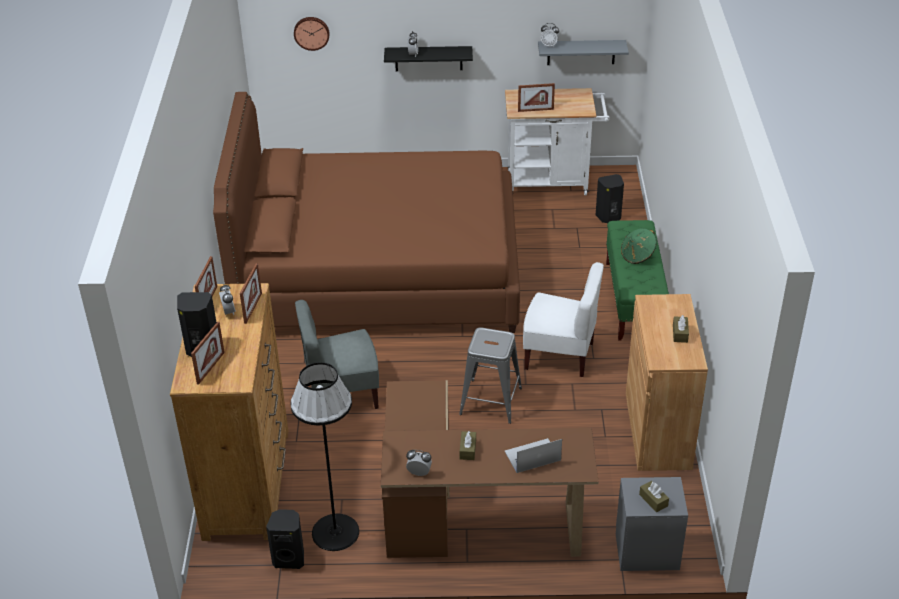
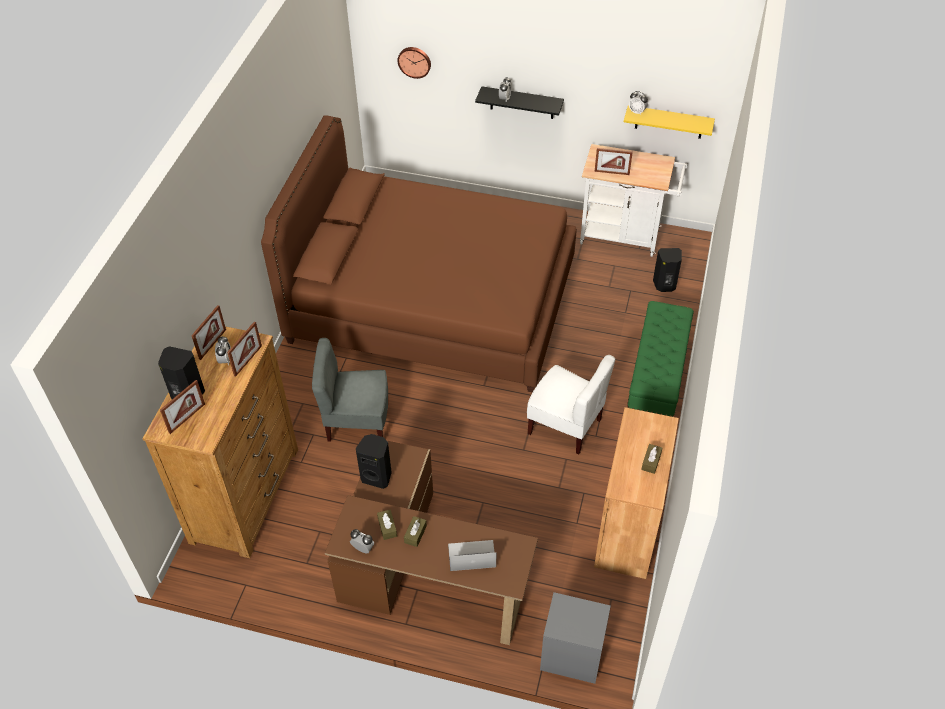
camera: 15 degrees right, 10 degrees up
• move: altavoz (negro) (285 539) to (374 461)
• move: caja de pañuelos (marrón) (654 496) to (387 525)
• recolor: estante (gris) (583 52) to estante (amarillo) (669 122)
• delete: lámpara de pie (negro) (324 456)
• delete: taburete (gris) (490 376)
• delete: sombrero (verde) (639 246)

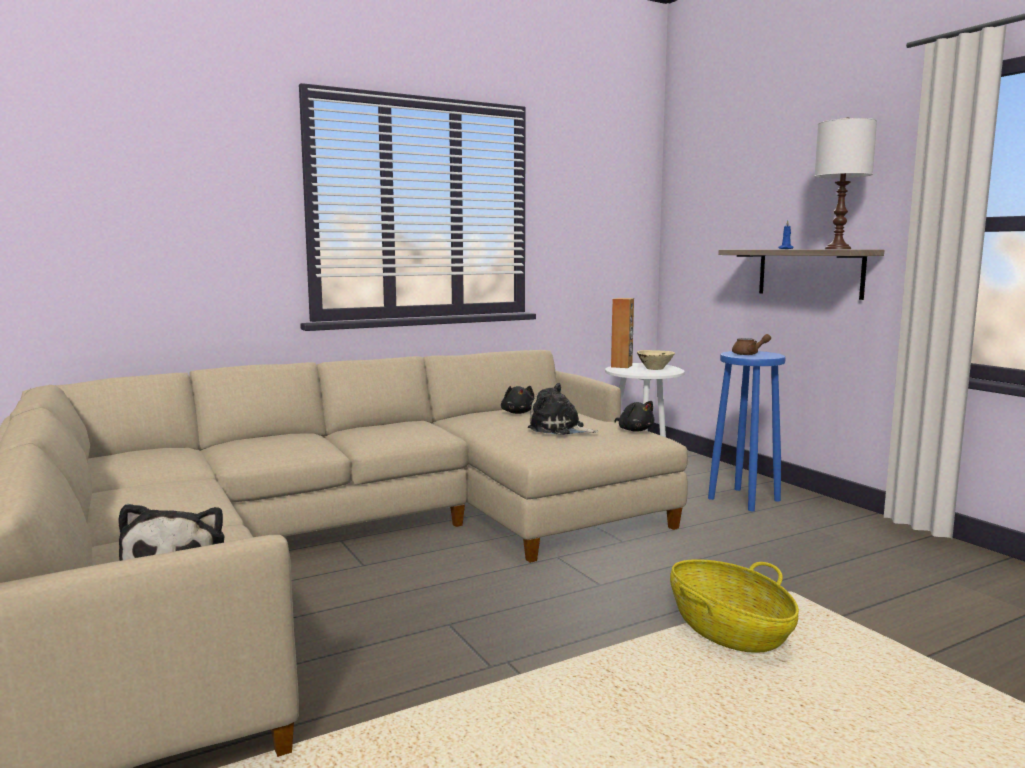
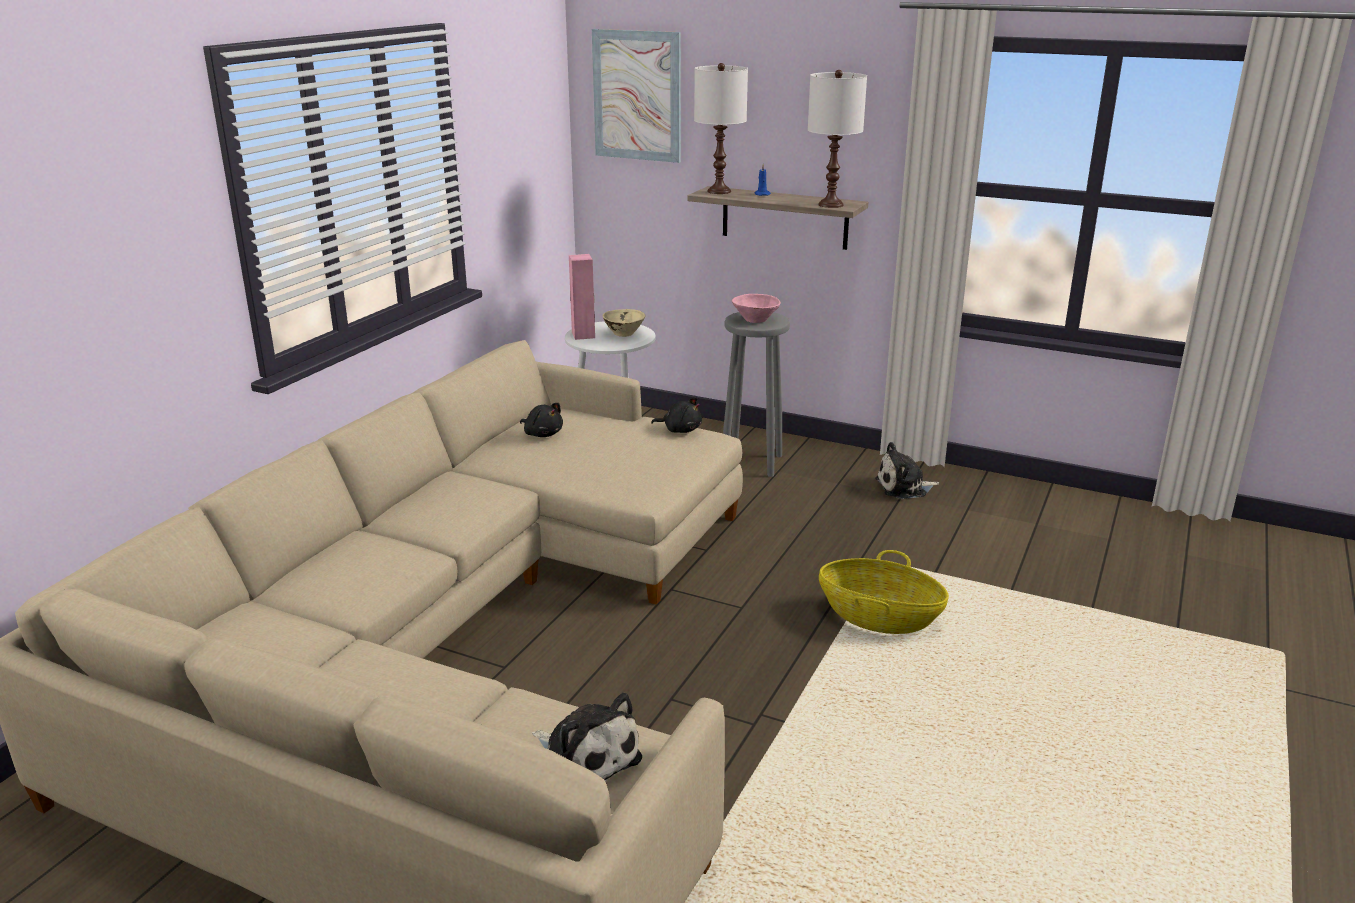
camera: 35 degrees left, 15 degrees up
• recolor: altavoz (marrón) (622 333) to altavoz (rosa) (582 297)
• insert: cuadro (636 96)
• insert: lámpara de mesa (blanco) (721 128)
• recolor: taburete (azul) (747 431) to taburete (gris) (756 394)
• replace: tetera (marrón) (751 344) to cuenco (rosa) (756 308)
• move: peluche (563 409) to (907 470)

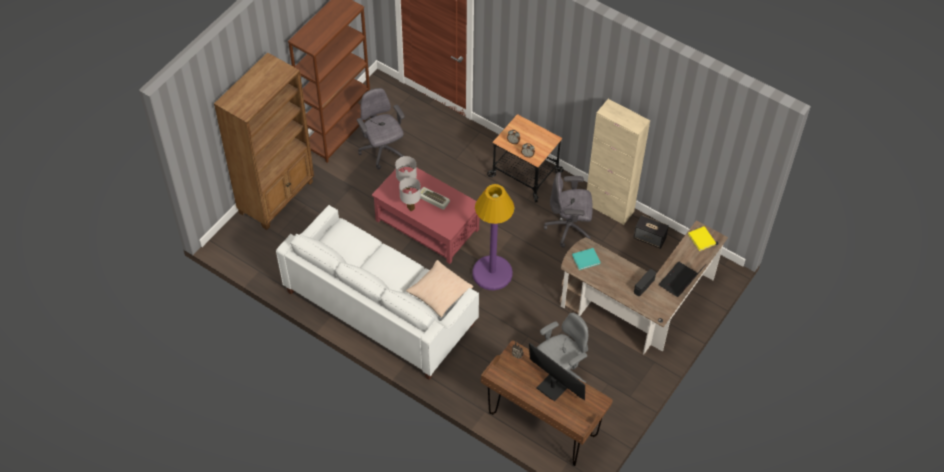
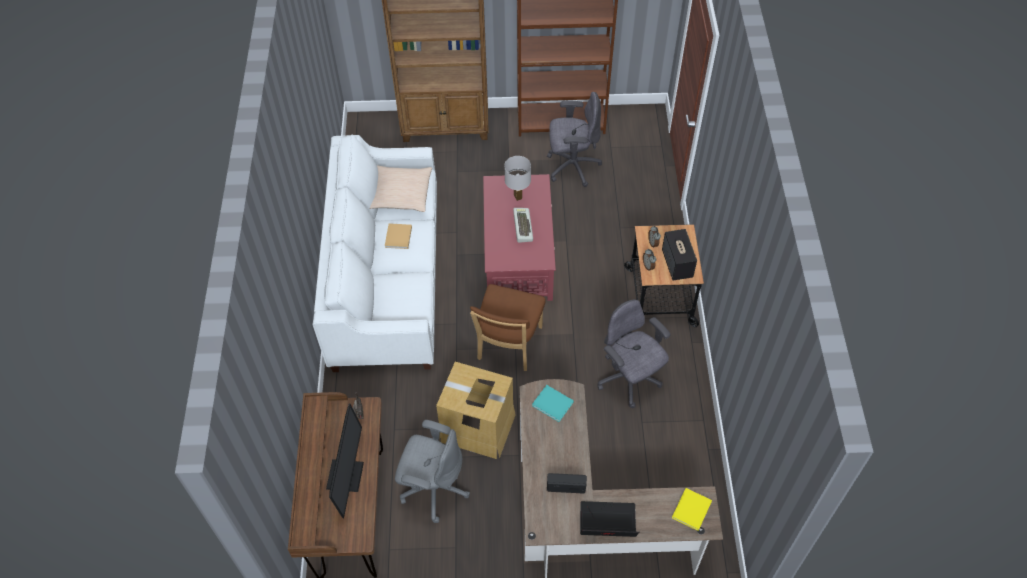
camera: 55 degrees right, 0 degrees up
• move: cojín (beis) (440 289) to (400 189)
• insert: libro (beis) (398 236)
• insert: caja de cartón (476 410)
• replace: lámpara de pie (morado) (493 237) to silla (marrón) (507 327)
• rotate: silla de oficina (gris) (381 128) = (574 139) 60 degrees clockwise
• move: altavoz (651 232) to (679 255)
• delete: lámpara de mesa (blanco) (410 194)
• delete: armario (beis) (618 162)

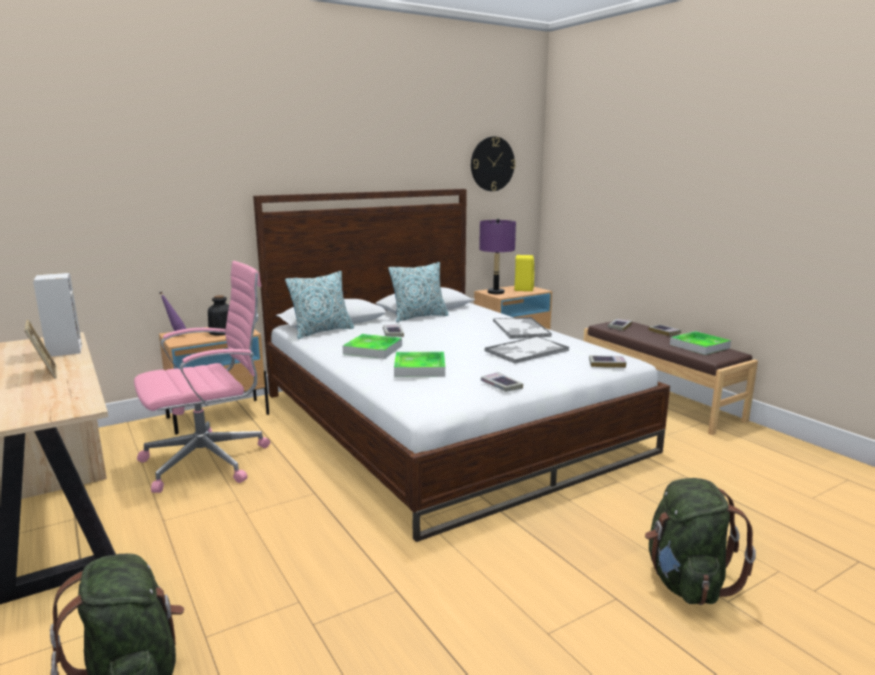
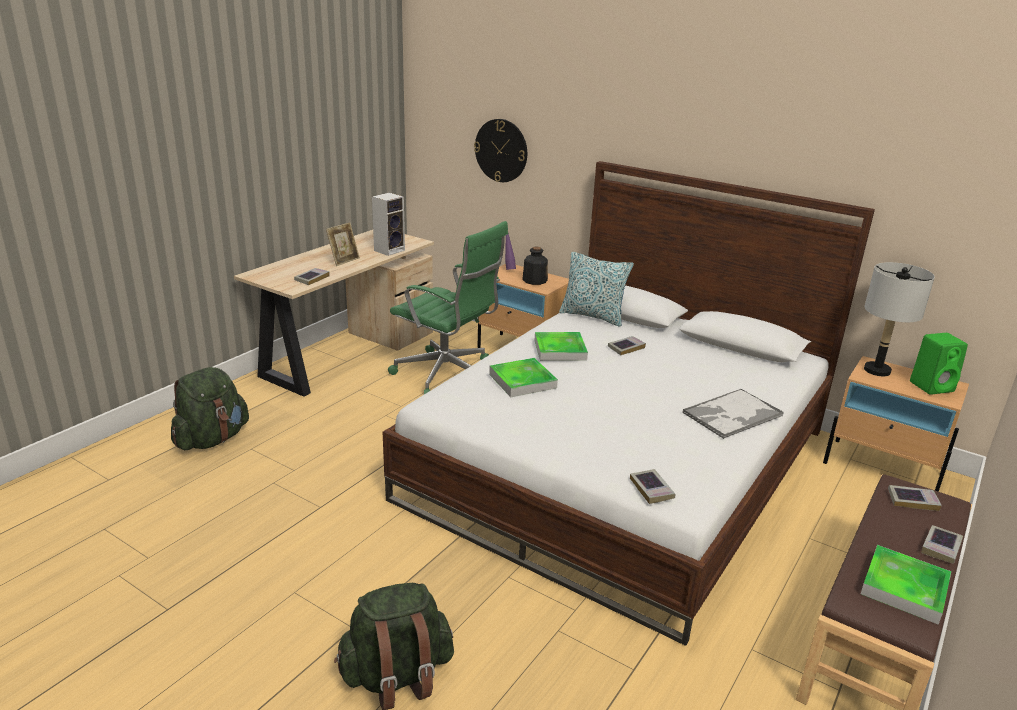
camera: 65 degrees right, 10 degrees up
• move: libro (502 382) to (311 276)
• recolor: silla de oficina (rosa) (202 377) to silla de oficina (verde) (448 307)
• move: reloj de pared (493 163) to (500 150)
• recolor: lámpara de mesa (morado) (497 256) to lámpara de mesa (gris) (899 319)
• recolor: altavoz (amarillo) (524 273) to altavoz (verde) (939 364)
• delete: cojín (418 292)
• delete: bandeja (527 349)

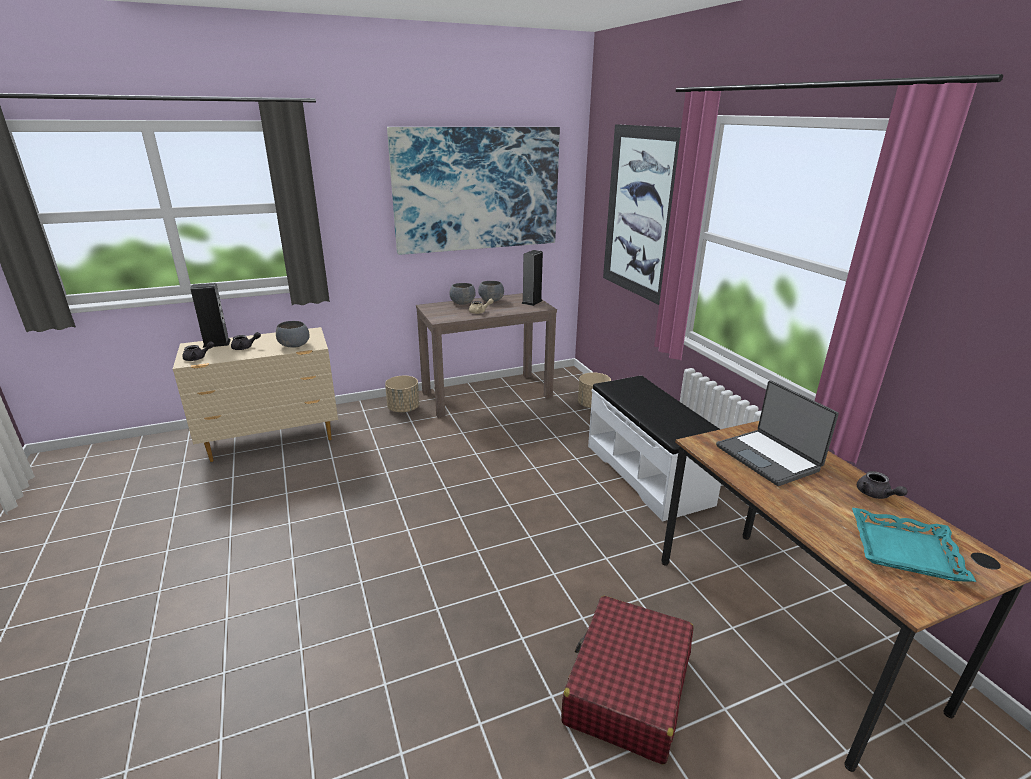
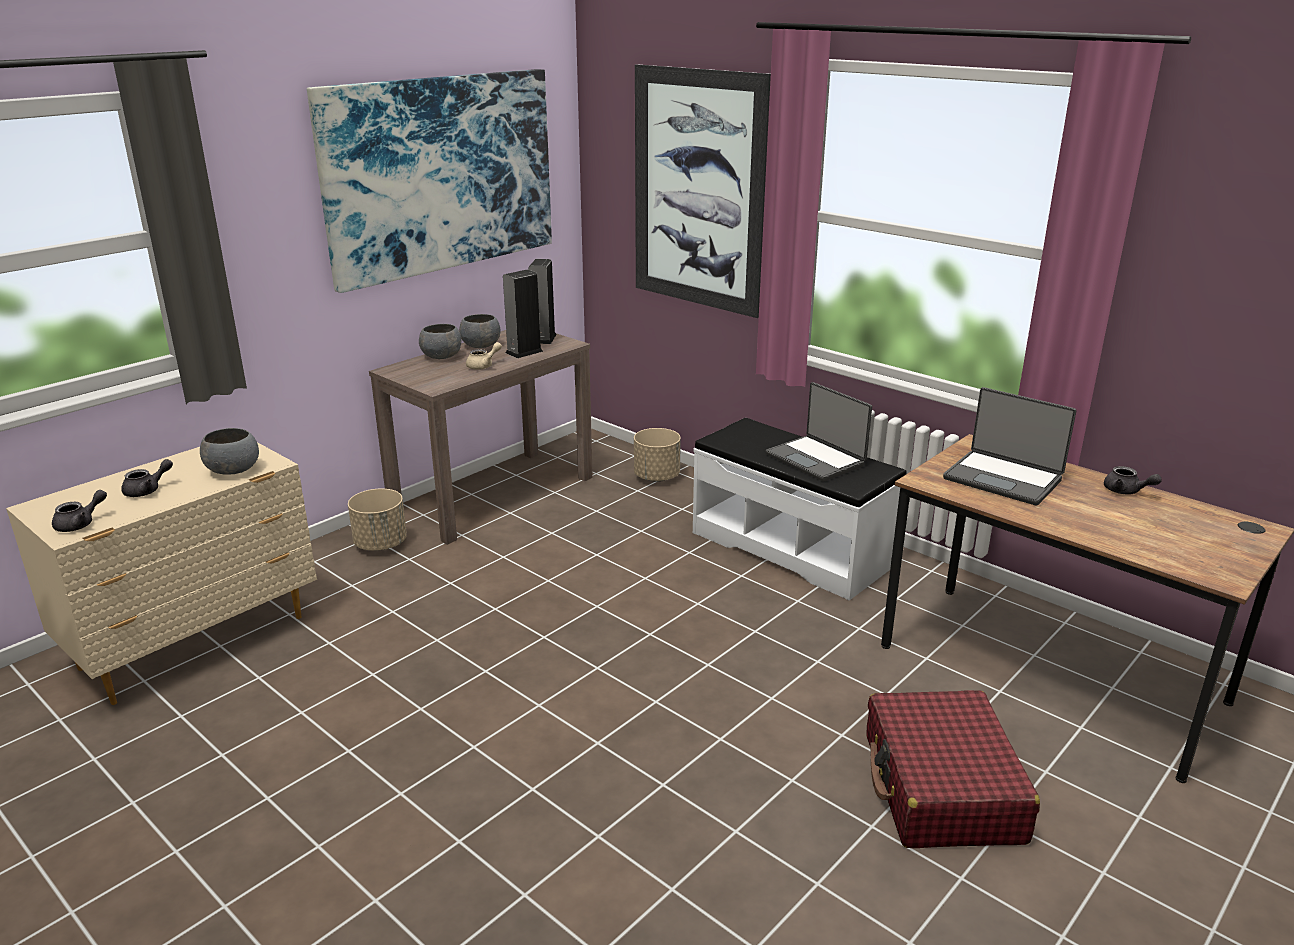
camera: 25 degrees left, 0 degrees up
• move: altavoz (210 315) to (523 313)
• insert: portátil (819 432)
• delete: bandeja (turquesa) (914 545)

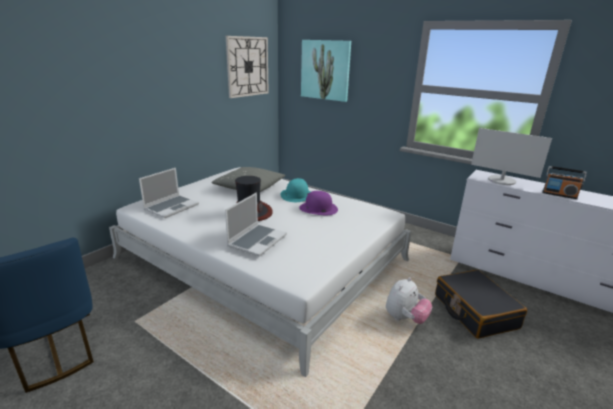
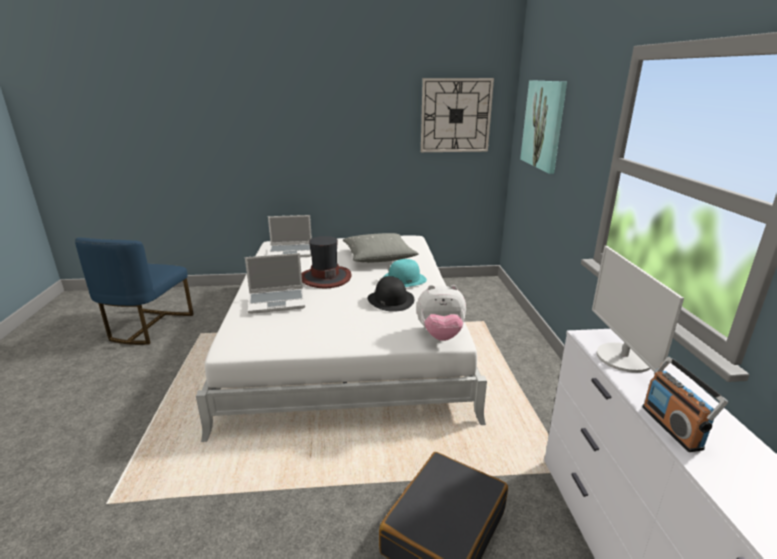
camera: 50 degrees right, 0 degrees up
• recolor: sombrero (morado) (318 203) to sombrero (negro) (390 294)
• move: peluche (409 300) to (441 313)

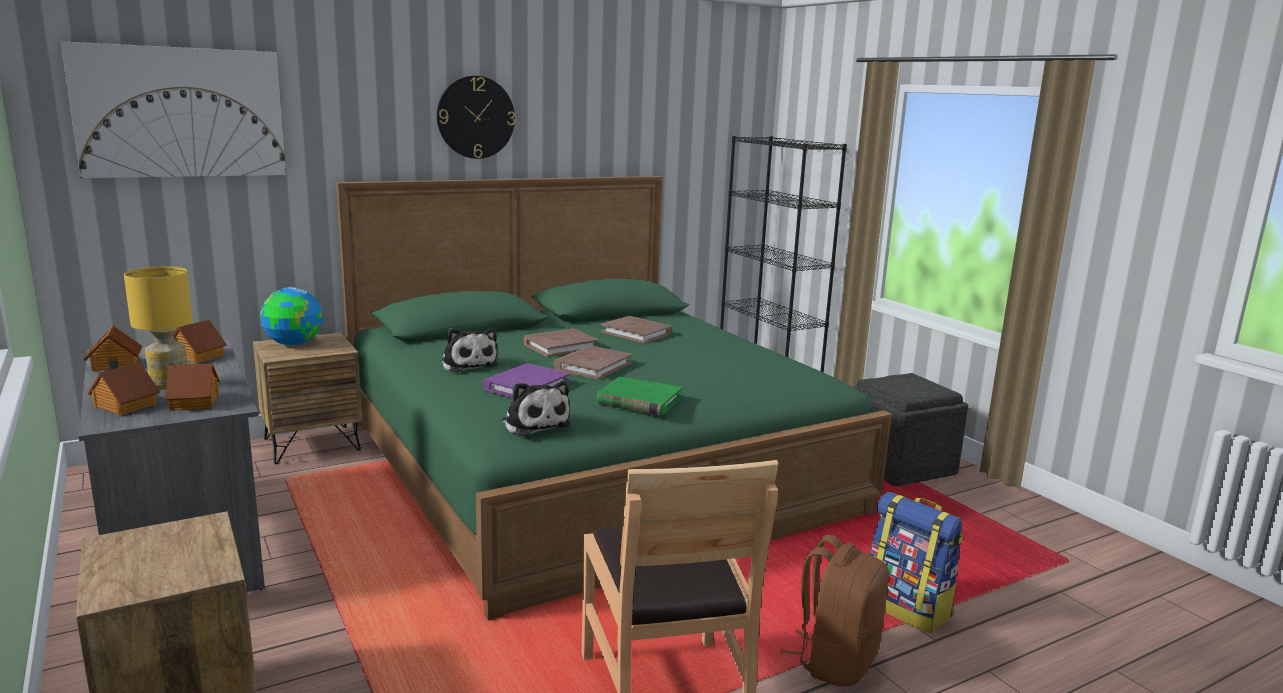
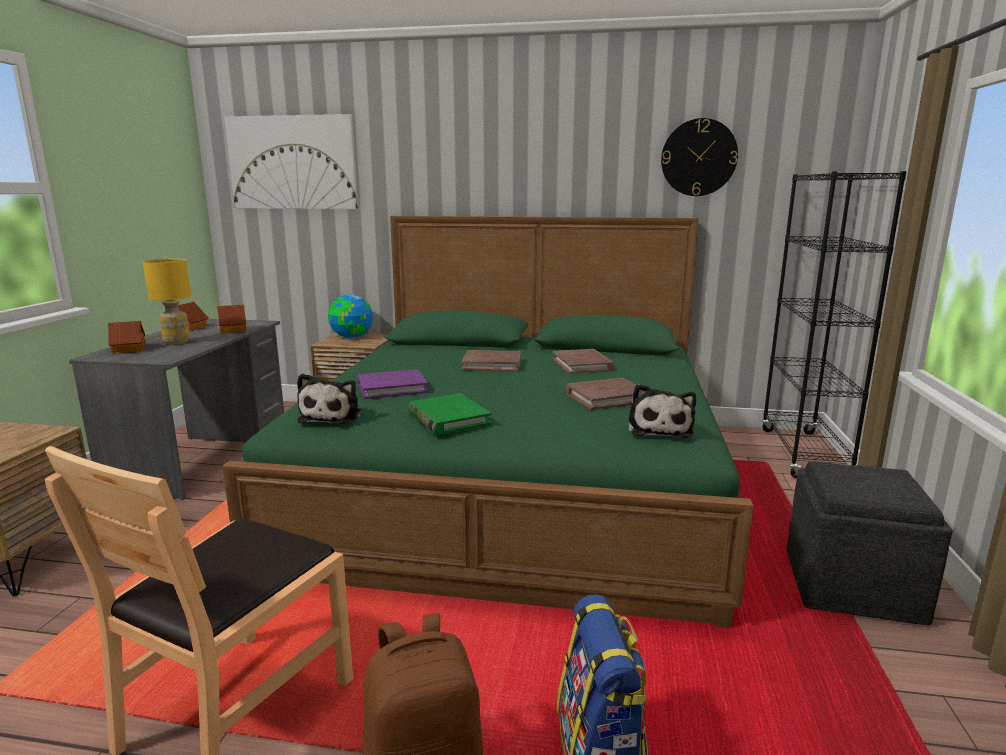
camera: 40 degrees right, 0 degrees up
• move: libro (marrón) (593 363) to (600 394)
• move: peluche (469 350) to (662 411)
• move: reloj de pared (476 117) to (699 157)
• delete: casita (192 387)

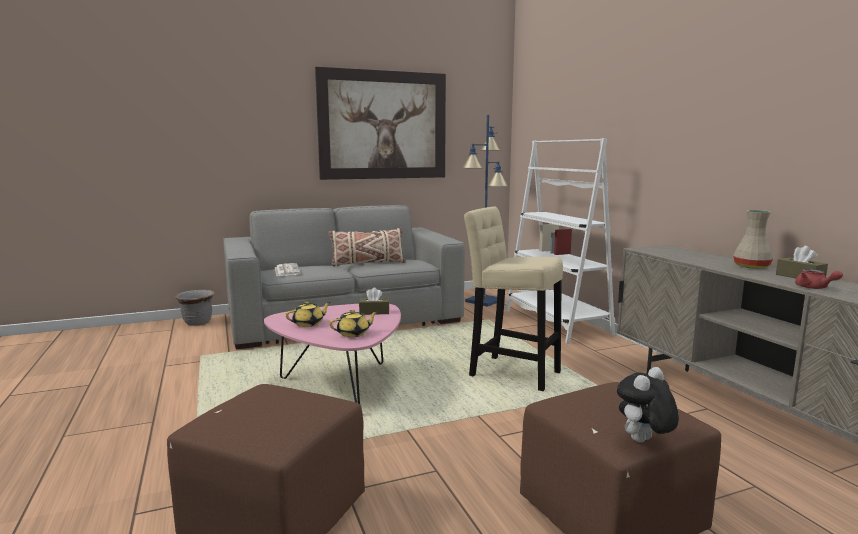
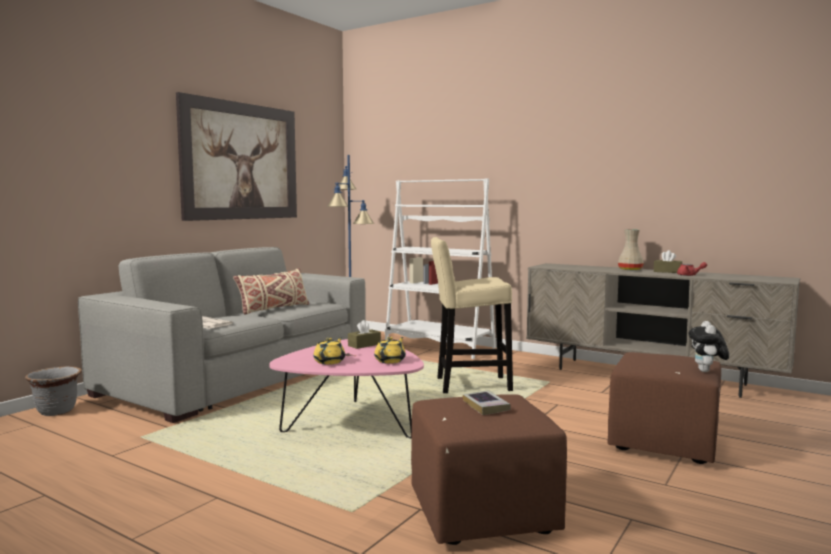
camera: 35 degrees left, 5 degrees down
• insert: libro (487 402)

